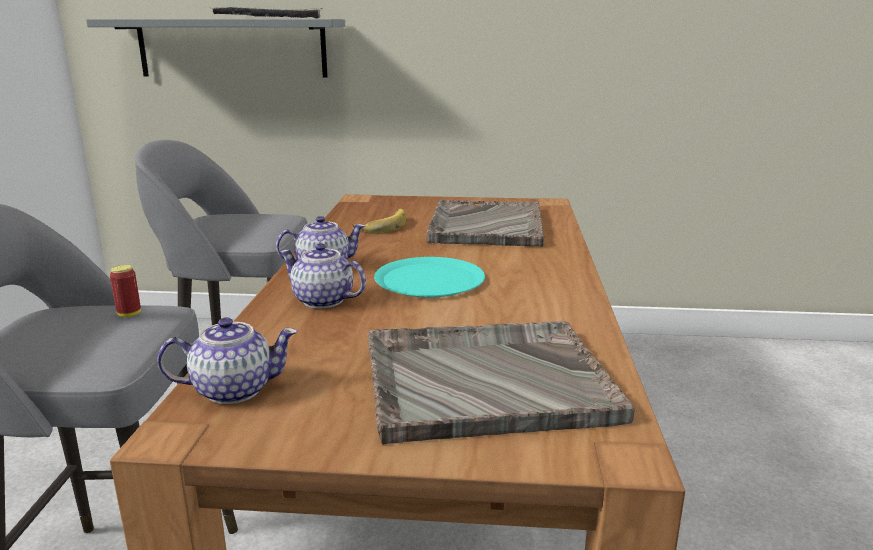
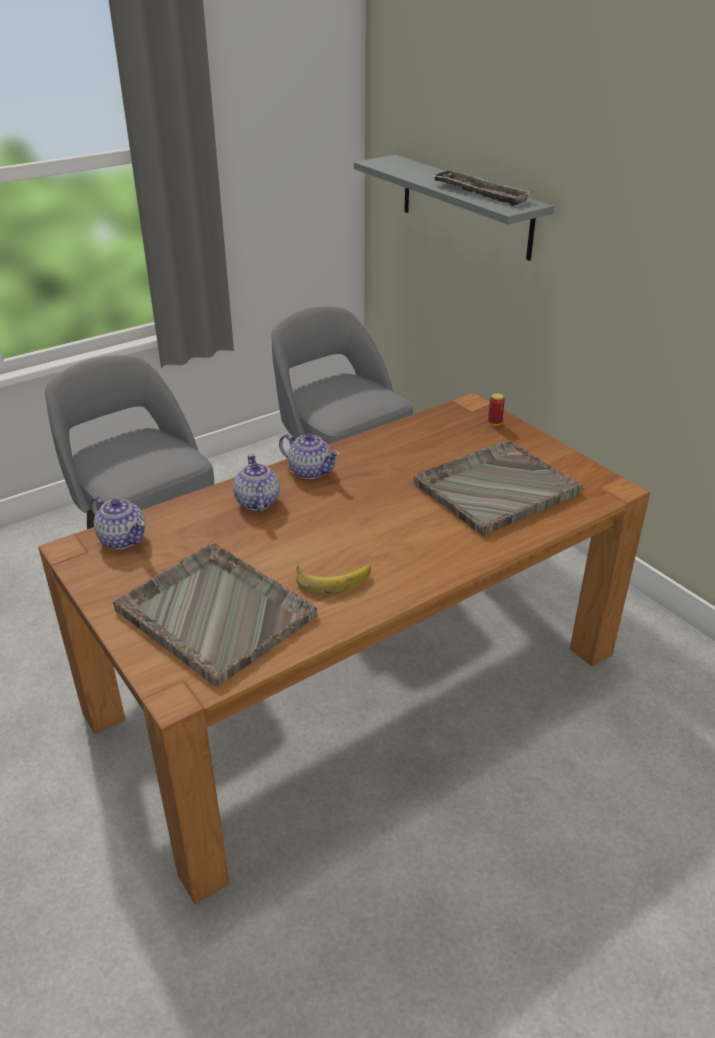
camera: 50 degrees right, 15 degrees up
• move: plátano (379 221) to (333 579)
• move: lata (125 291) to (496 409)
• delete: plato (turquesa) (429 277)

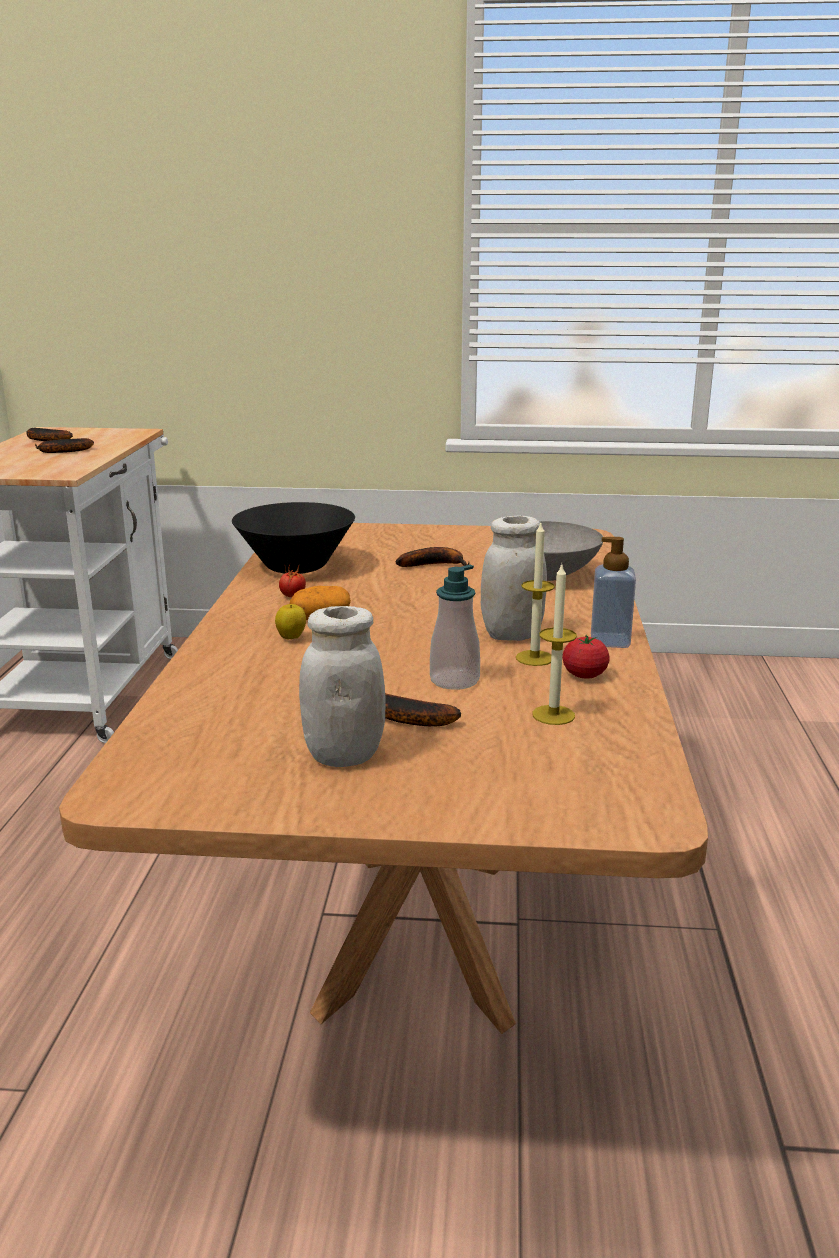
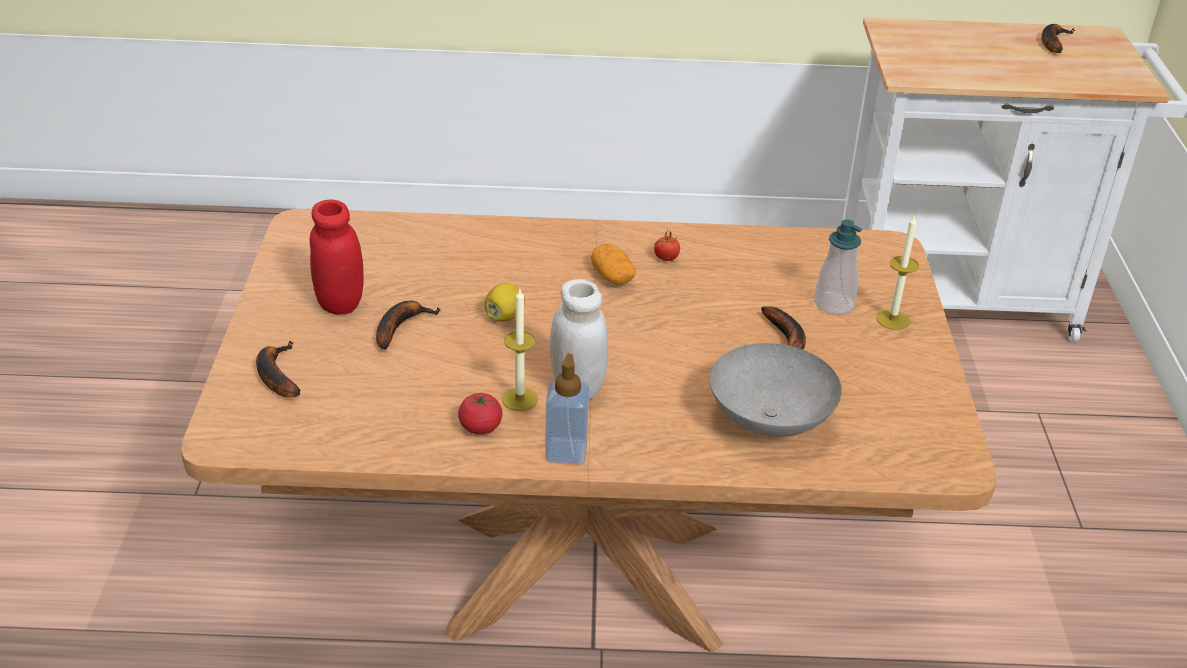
camera: 85 degrees right, 15 degrees up
• move: plátano (64 445) to (278 369)
• recolor: tarro (blanco) (342 686) to tarro (rojo) (337 257)
• insert: limón (505 302)
• move: dispensador de jabón (455 627) to (838 267)
• move: vela (554 645) to (897 272)
• delete: cuenco (negro) (293 538)
• delete: manzana (290 621)

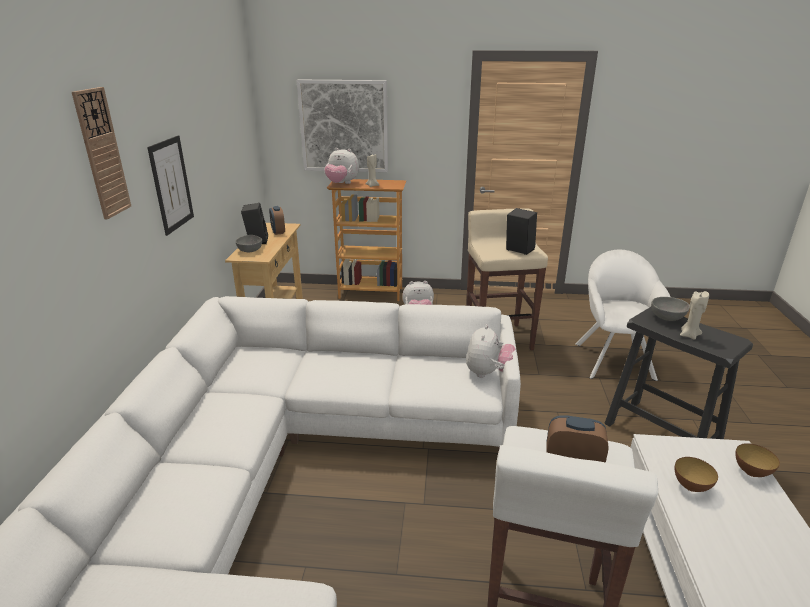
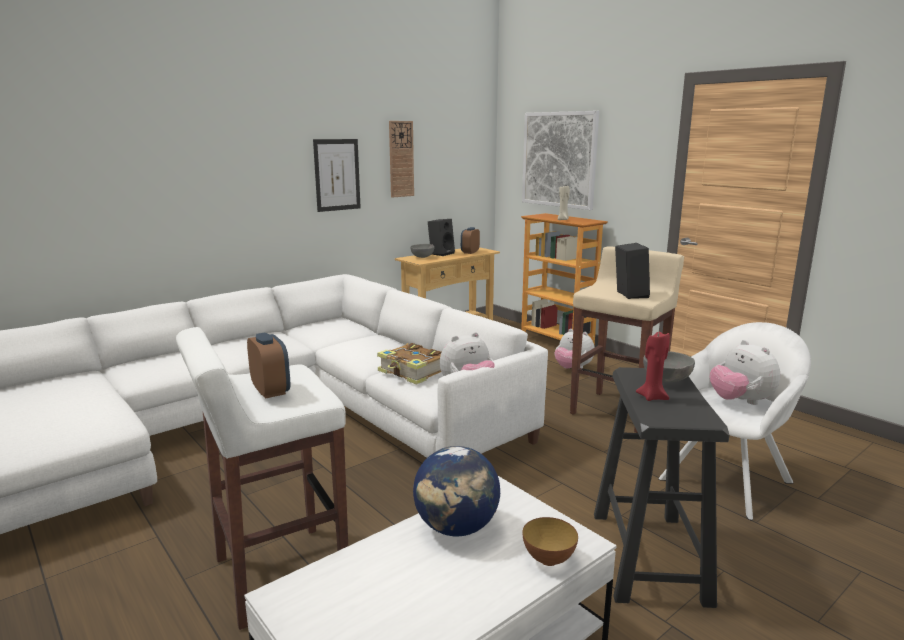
camera: 45 degrees right, 10 degrees down
• insert: libro (409 364)
• move: reloj de pared (101 153) to (401 159)
• replace: cuenco (696 474) to globo terráqueo (456 491)
• recolor: vela (beis) (694 315) to vela (rojo) (653 366)
• move: peluche (341 166) to (745 372)

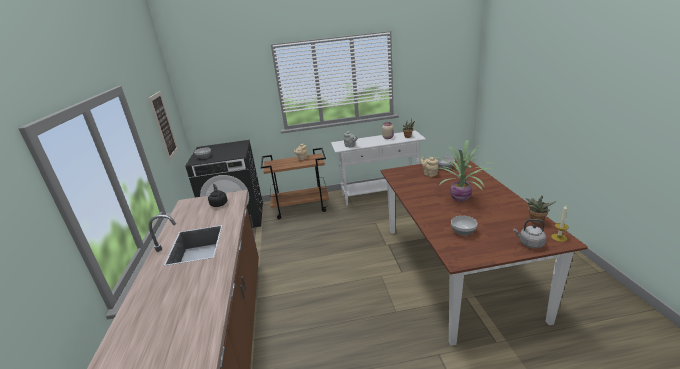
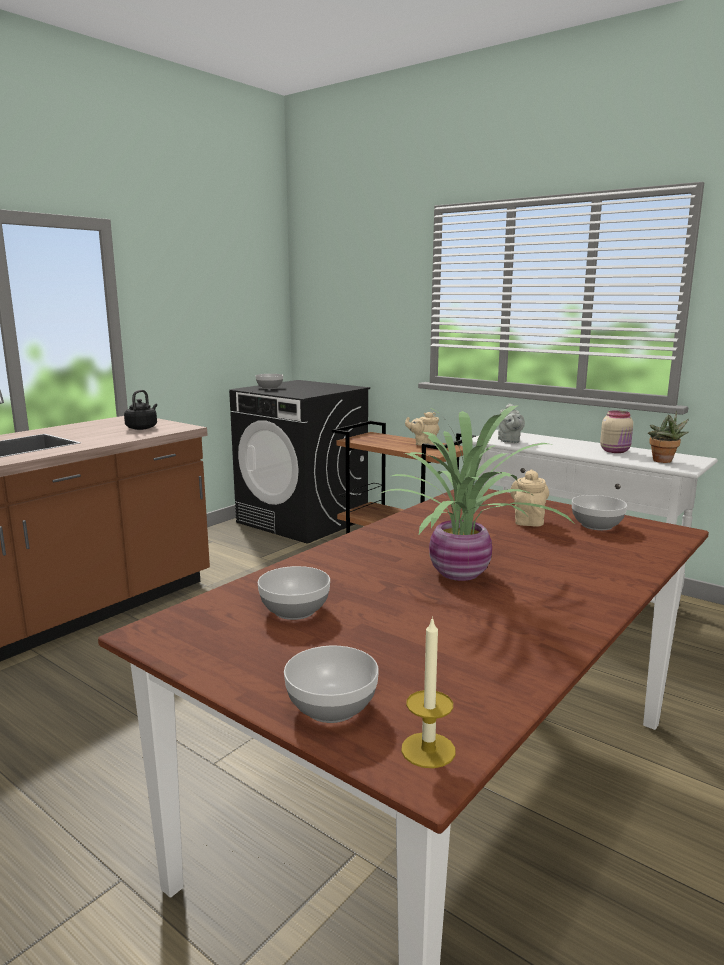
camera: 45 degrees right, 10 degrees down
• replace: hervidor (gris) (529 233) to cuenco (331 684)
• delete: cuadro (164 126)
• delete: planta en maceta (540 210)

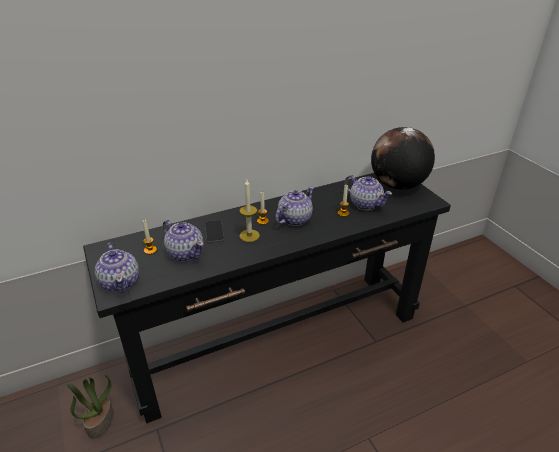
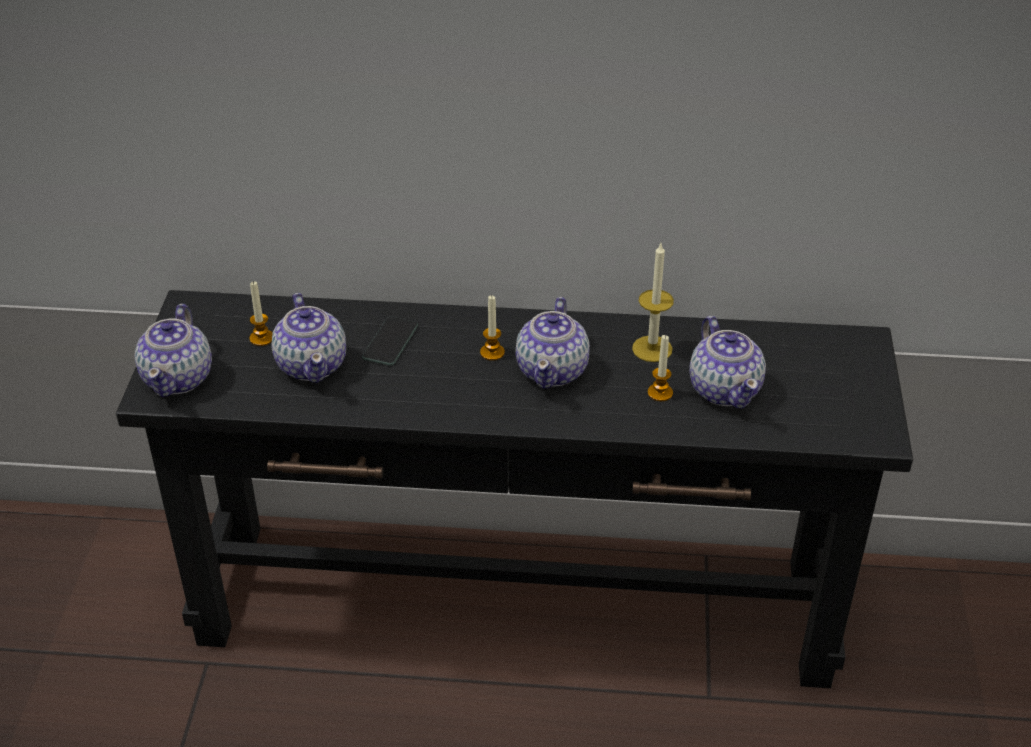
camera: 30 degrees right, 5 degrees up
• rotate: tetera (294 206) = (553 343) 120 degrees clockwise
• move: vela (249 211) to (653 302)
• delete: planta en maceta (90 407)
• delete: globo terráqueo (403 158)

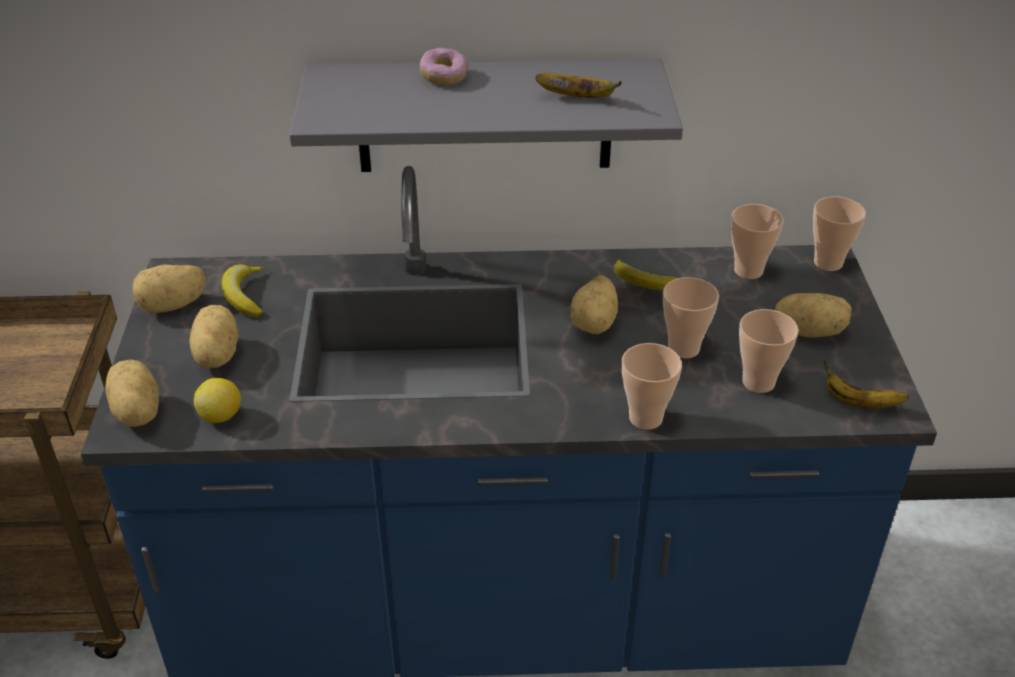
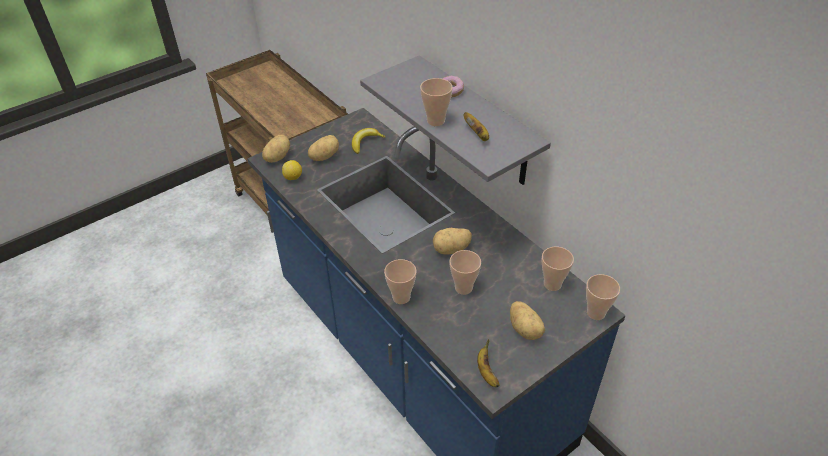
camera: 55 degrees right, 5 degrees up
• move: taza (769 351) to (436 102)
• delete: patata (169 288)
• delete: plátano (645 275)

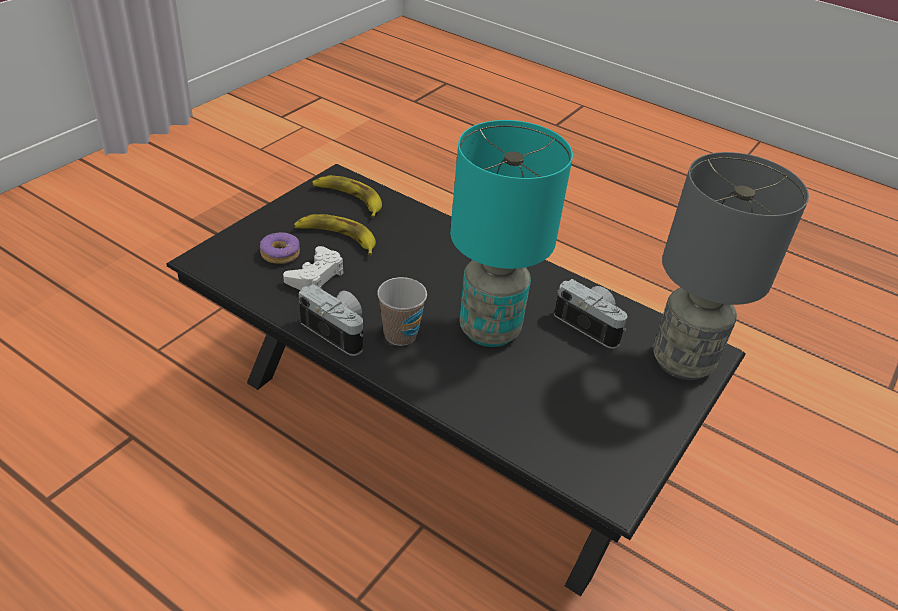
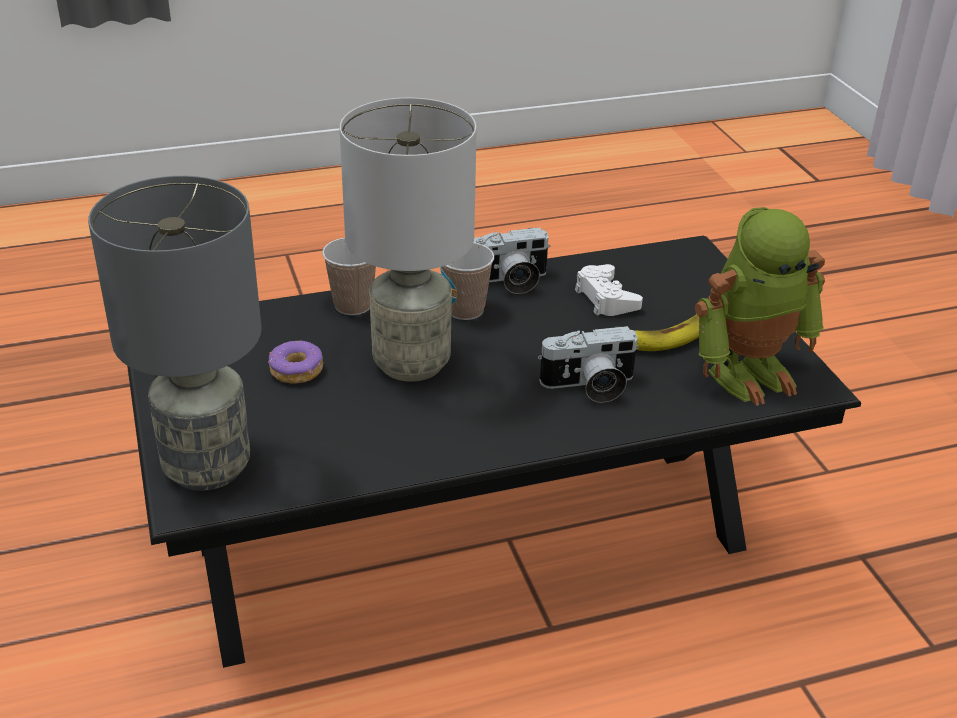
camera: 130 degrees right, 5 degrees down
• move: rosquilla (280 248) to (295 362)
• insert: taza (349 276)
• recolor: lámpara de mesa (turquesa) (511 233) to lámpara de mesa (gris) (408 240)
• move: cámara (590 314) to (588 364)
• replace: plátano (347 196) to robot de juguete (760 306)

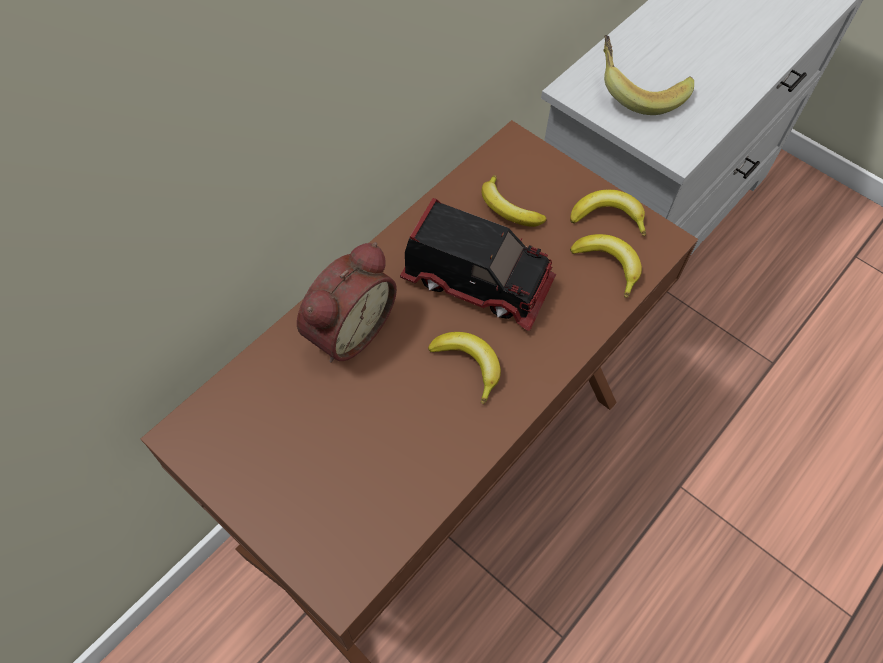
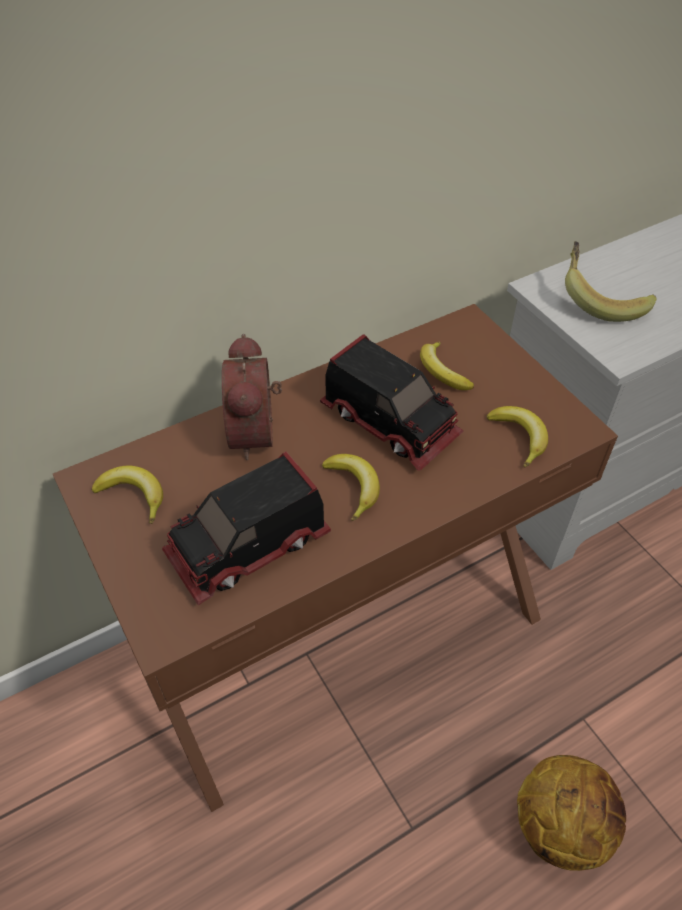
camera: 20 degrees right, 10 degrees down
• move: plátano (608 213) to (127 495)
• insert: camión de juguete (246 528)
• rotate: despertador (347 302) = (252 397) 120 degrees clockwise
• insert: balón de baloncesto (571 813)

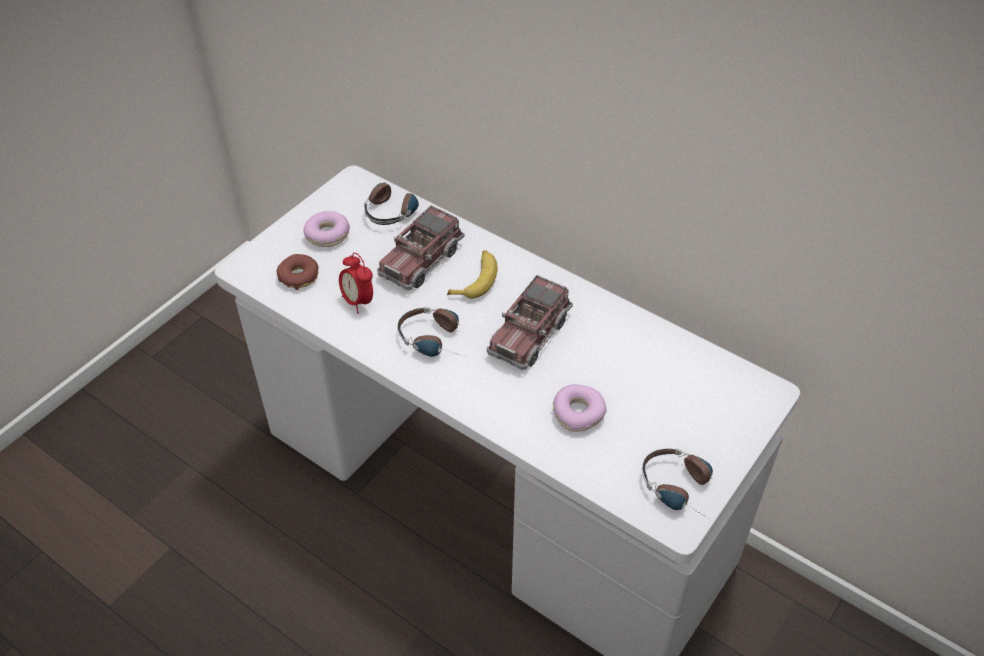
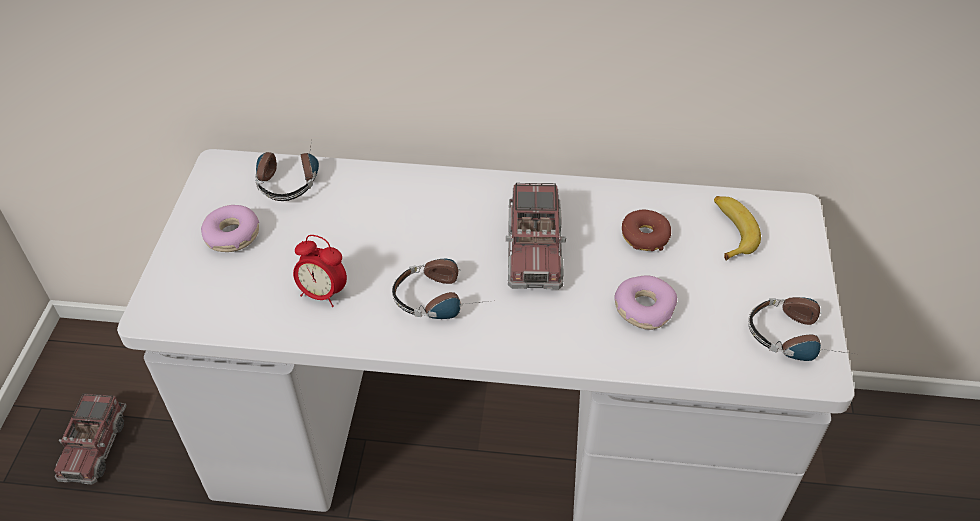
camera: 30 degrees left, 0 degrees up
• move: camión de juguete (421 247) to (90 439)
• move: rosquilla (297 272) to (646 230)
• move: plátano (472 274) to (737 228)

